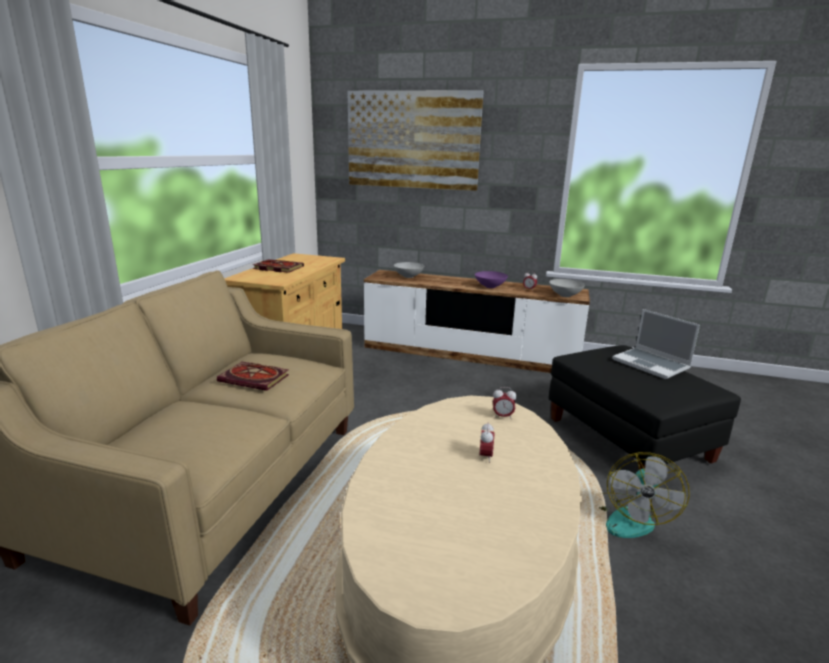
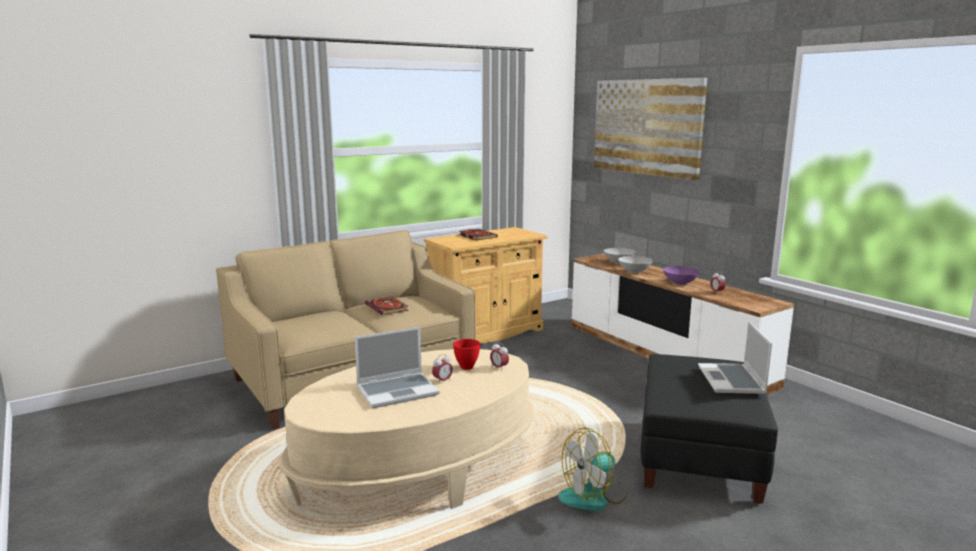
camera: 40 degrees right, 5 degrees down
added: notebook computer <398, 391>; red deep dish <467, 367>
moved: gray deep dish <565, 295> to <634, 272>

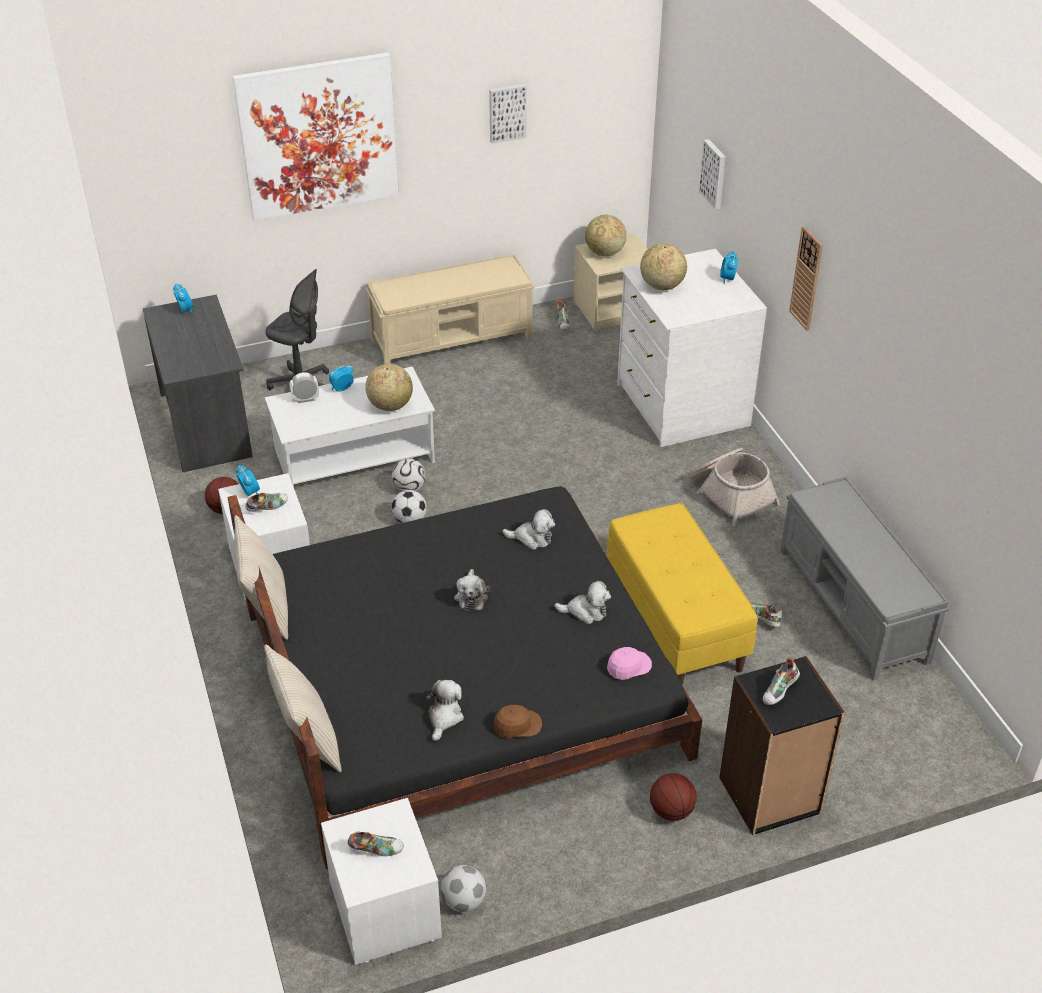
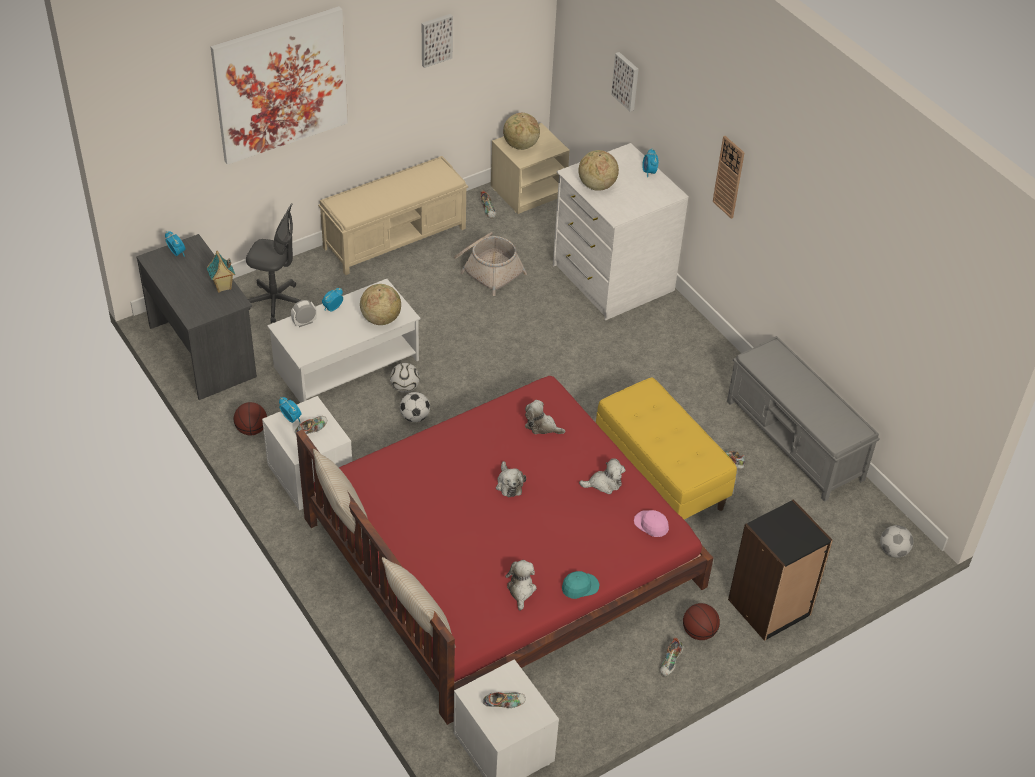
camera: 15 degrees left, 5 degrees up
added: miniature house <222, 287>
moved: storage basket <731, 493> to <487, 269>; item of footwear <780, 692> to <671, 663>; ball for football <463, 901> to <893, 551>
recoloured: blackish bed <460, 681> to red bed <502, 553>; brownish baseball cap <517, 725> to turquoise-coloured baseball cap <579, 587>
turned: cuddly toy <532, 538> = <542, 426> 150 degrees counterclockwise; pink-coloured baseball cap <628, 666> = <651, 525> 90 degrees counterclockwise

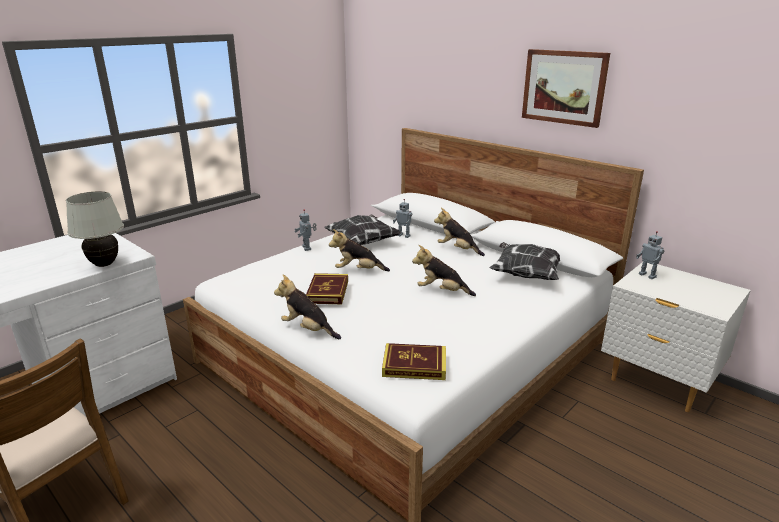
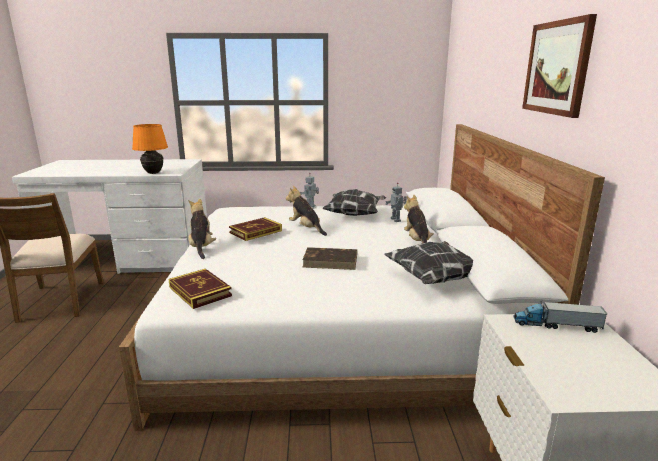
camera: 45 degrees right, 5 degrees down
replaced: toy robot <648, 275> to toy lorry <556, 325>; cuddly toy <442, 291> to brownish book <331, 261>
recoloured: white table lamp <104, 264> to orange table lamp <153, 173>

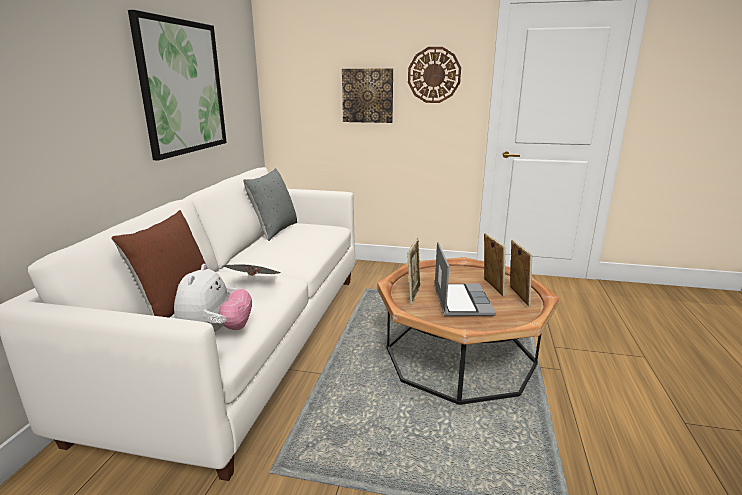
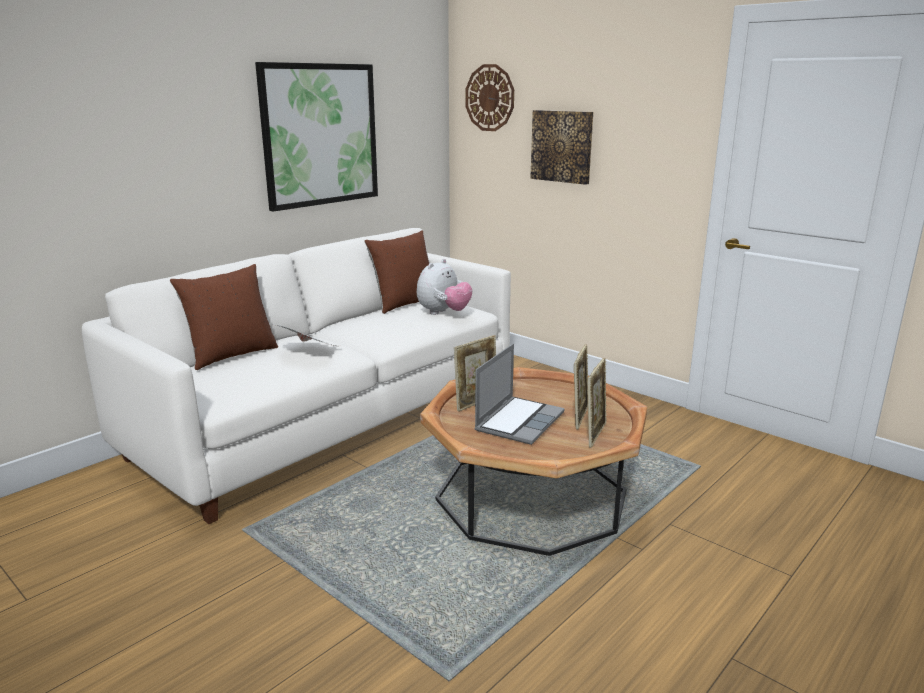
camera: 30 degrees right, 0 degrees up
moved: clock on the wall <434, 75> to <490, 98>; cuddly toy <216, 334> to <443, 313>
recoloured: gray throw pillow <274, 230> to brownish throw pillow <404, 304>

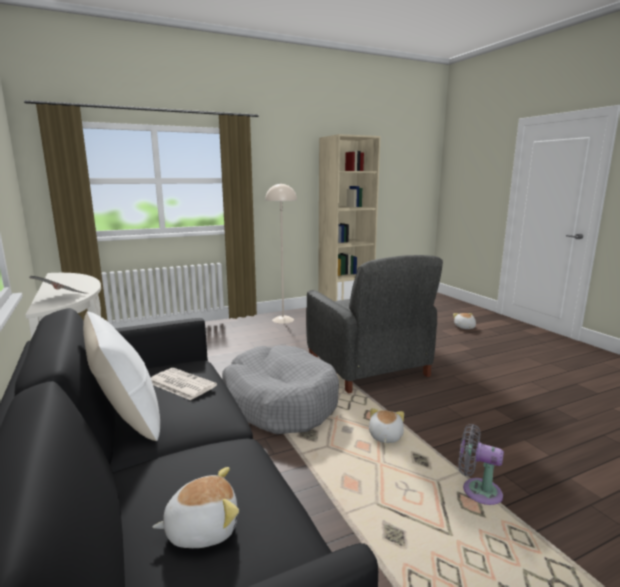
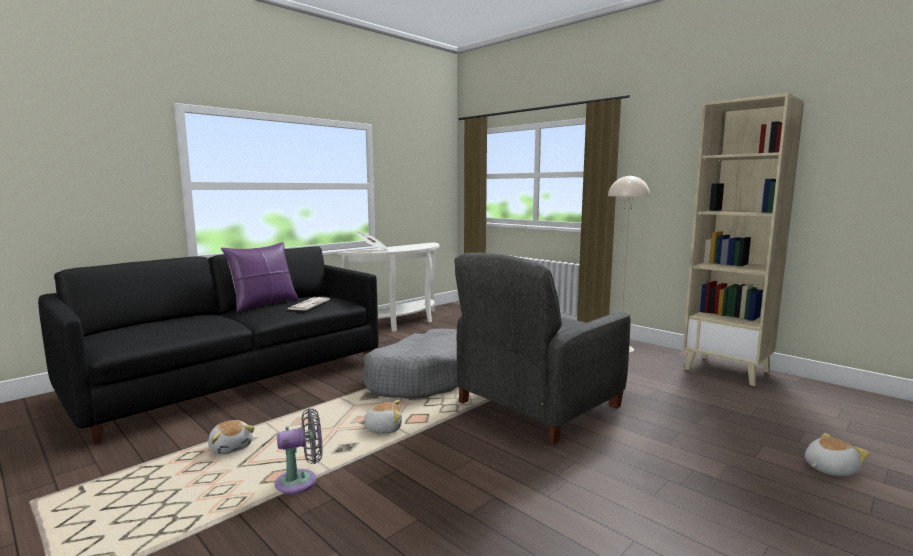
camera: 70 degrees right, 5 degrees down
moved: cuddly toy <202, 528> to <231, 447>
recoloured: white throw pillow <127, 418> to purple throw pillow <264, 304>
turned: gray cooling fan <477, 491> = <301, 481> 60 degrees clockwise

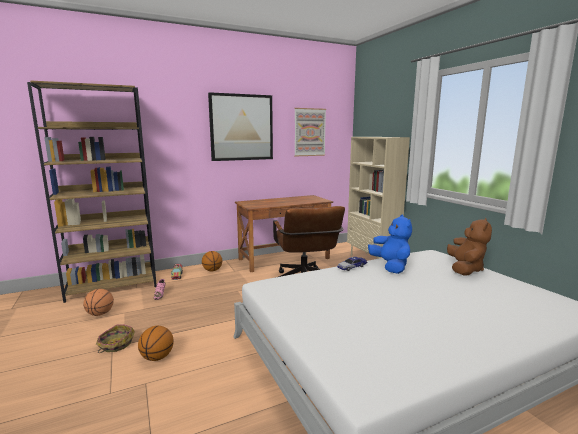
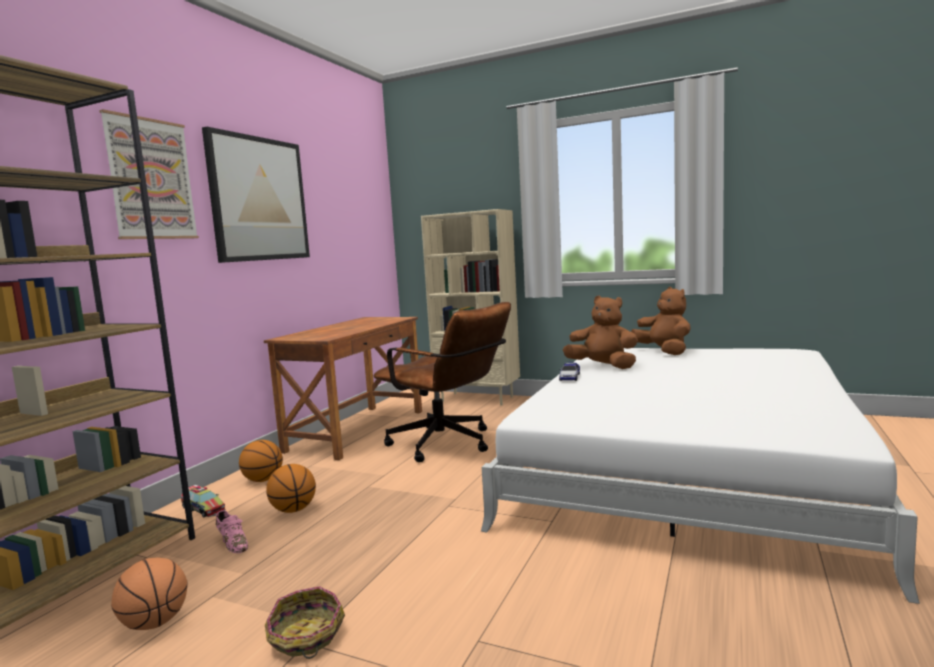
camera: 40 degrees left, 5 degrees down
moved: wall picture <309, 132> to <151, 179>; basketball ball <157, 357> to <294, 510>
recoloured: blue-coloured cuddly toy <390, 266> to brownish cuddly toy <603, 367>

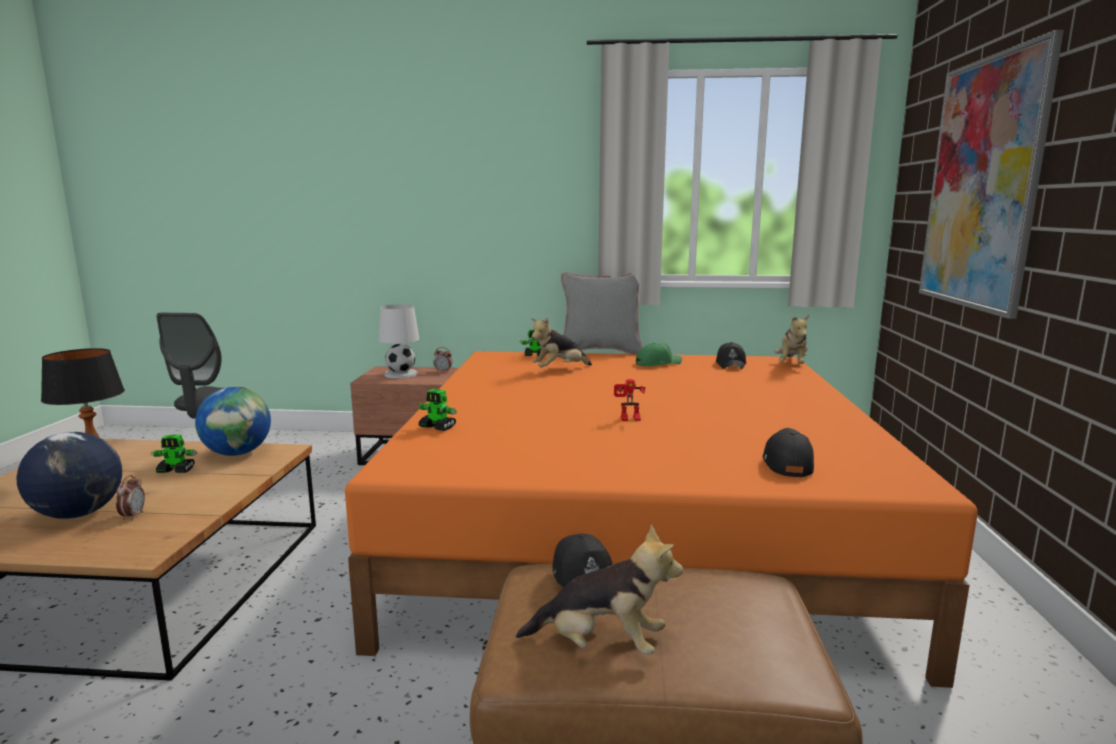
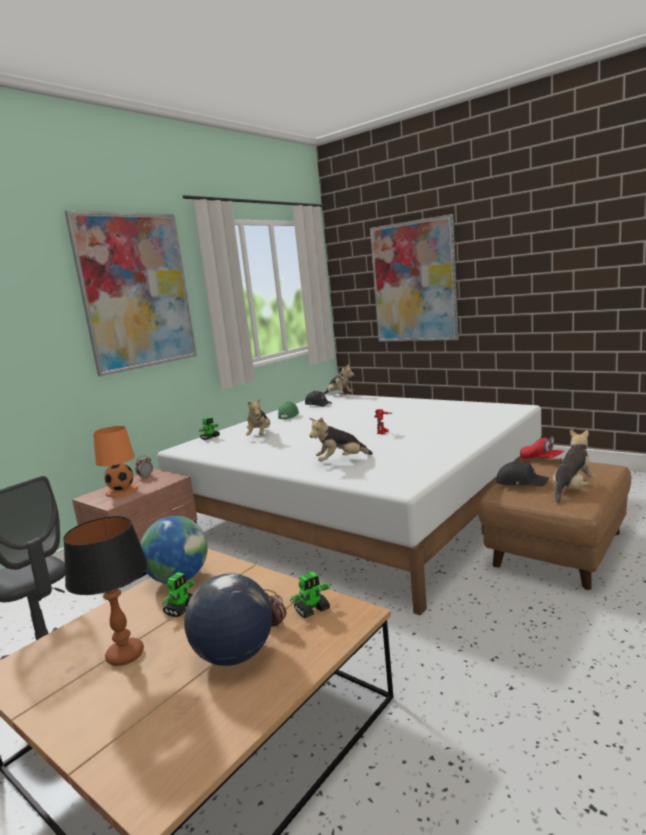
camera: 55 degrees left, 0 degrees up
removed: gray throw pillow <600, 351>; blackish baseball cap <787, 463>
added: wall picture <136, 291>; cuddly toy <340, 461>; red baseball cap <541, 459>
moved: toy robot <437, 427> to <312, 610>
recoloured: white table lamp <400, 374> to orange table lamp <121, 491>; orange bed <636, 526> to white bed <360, 507>

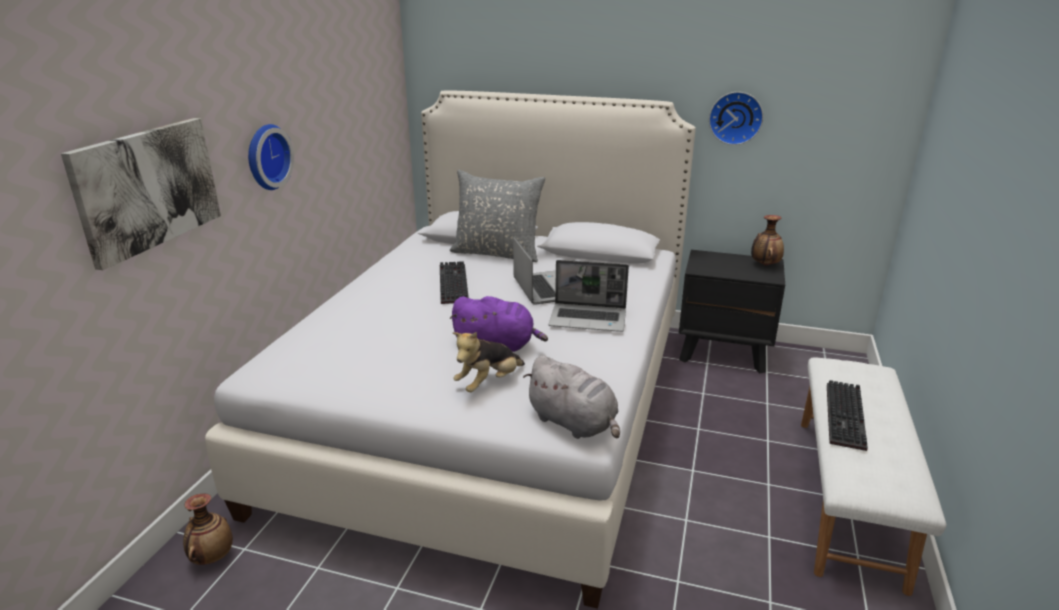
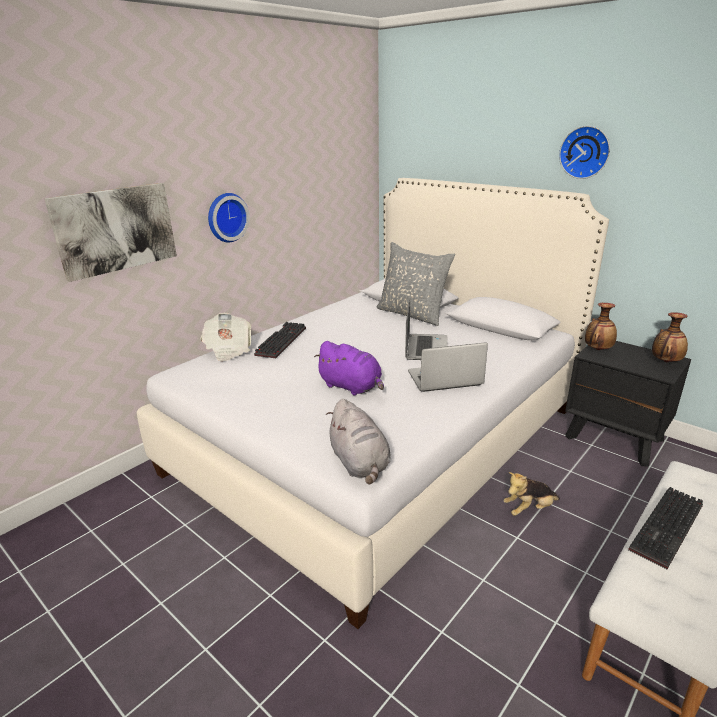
camera: 25 degrees right, 0 degrees up
added: daily paper <228, 349>
moved: clock on the wall <735, 117> to <585, 152>; PC keyboard <451, 284> to <280, 341>; cuddly toy <489, 383> to <529, 509>; decorative vase <212, 557> to <597, 349>
turned: notebook computer <589, 319> = <444, 379> 135 degrees clockwise

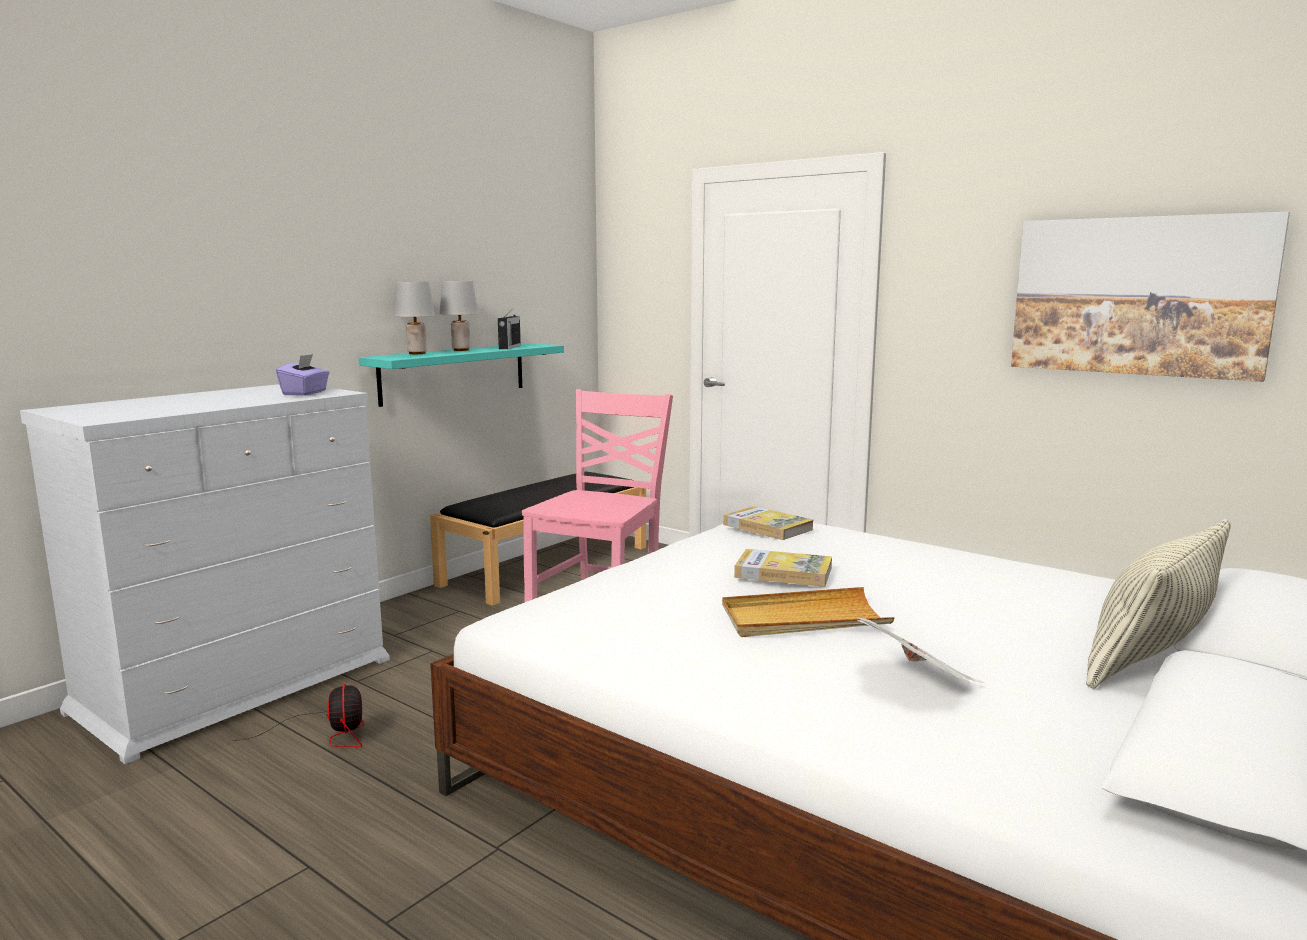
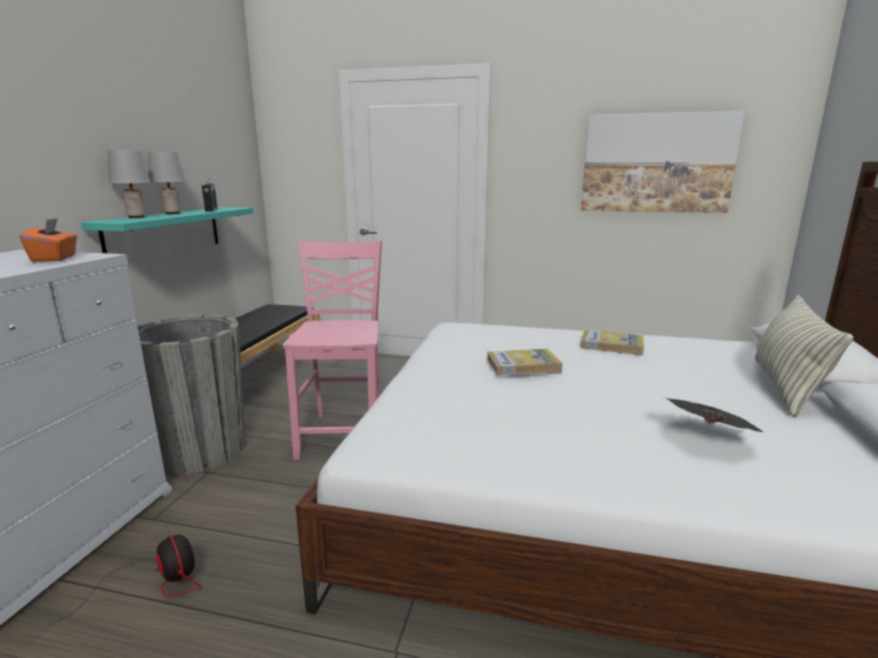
camera: 25 degrees left, 5 degrees up
removed: beige carrying tray <803, 619>
added: gray flower pot <203, 451>
moved: book <767, 527> to <611, 345>
recoloured: purple tissue holder <305, 393> to orange tissue holder <55, 258>

